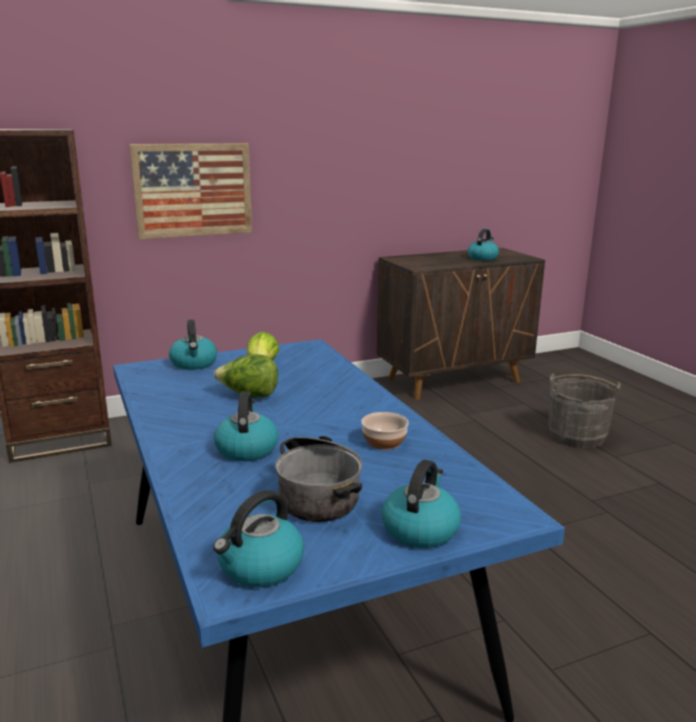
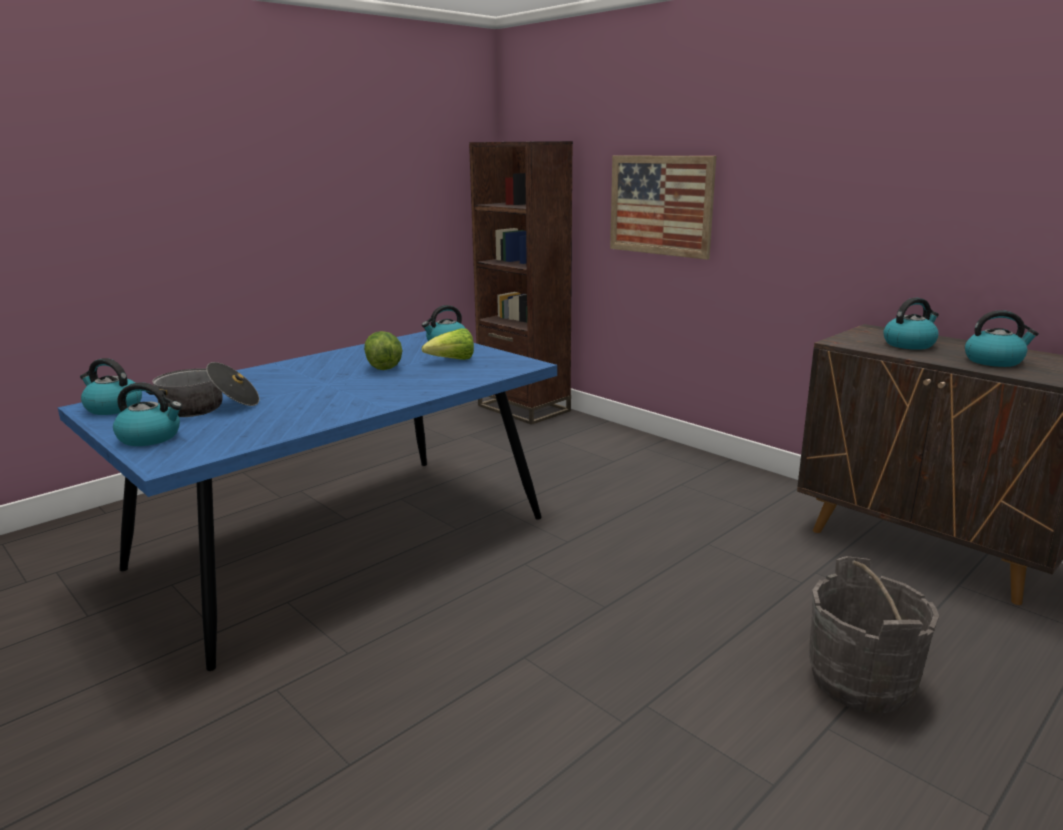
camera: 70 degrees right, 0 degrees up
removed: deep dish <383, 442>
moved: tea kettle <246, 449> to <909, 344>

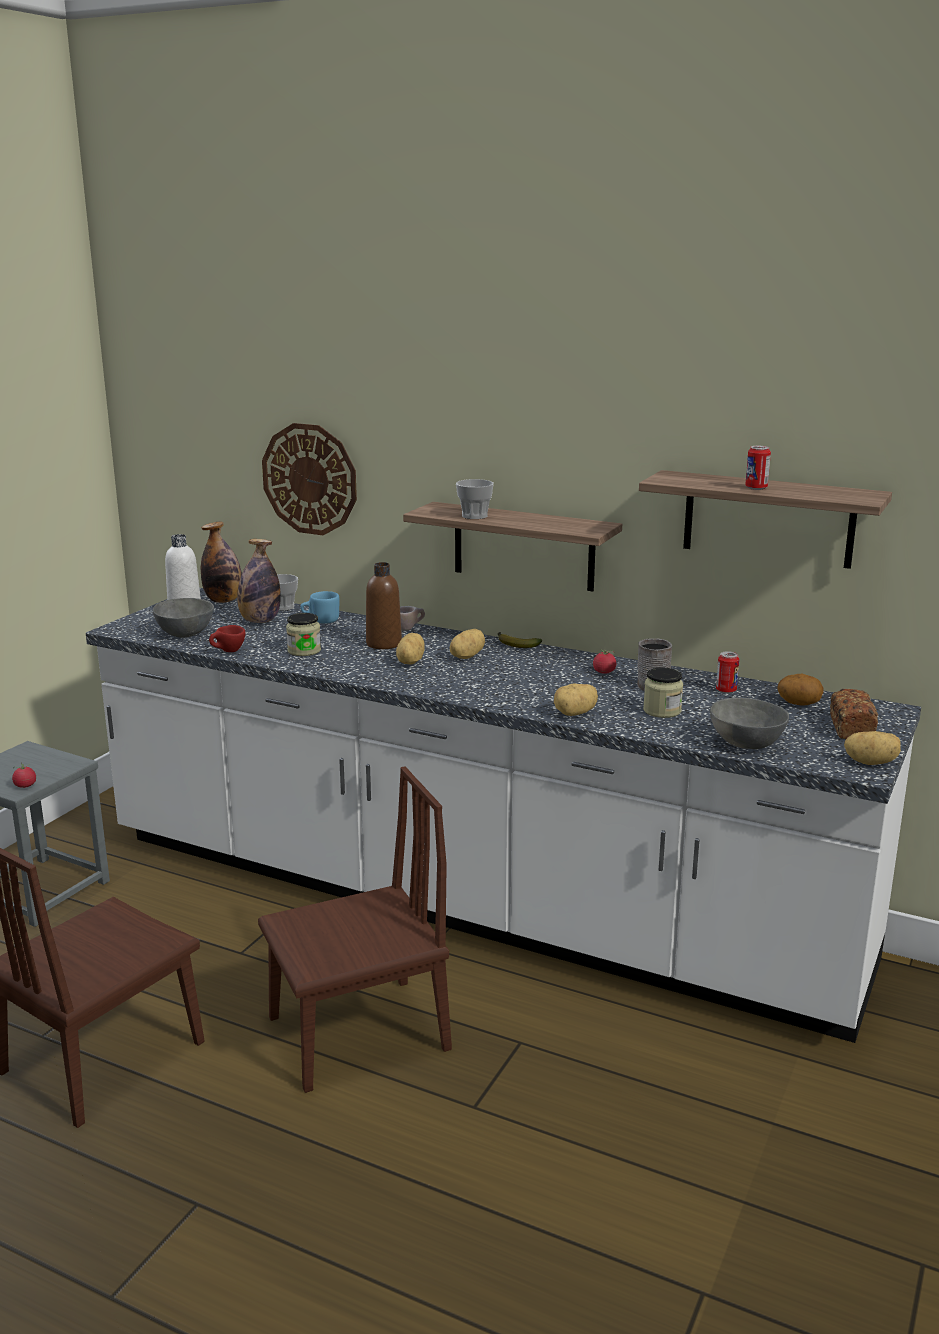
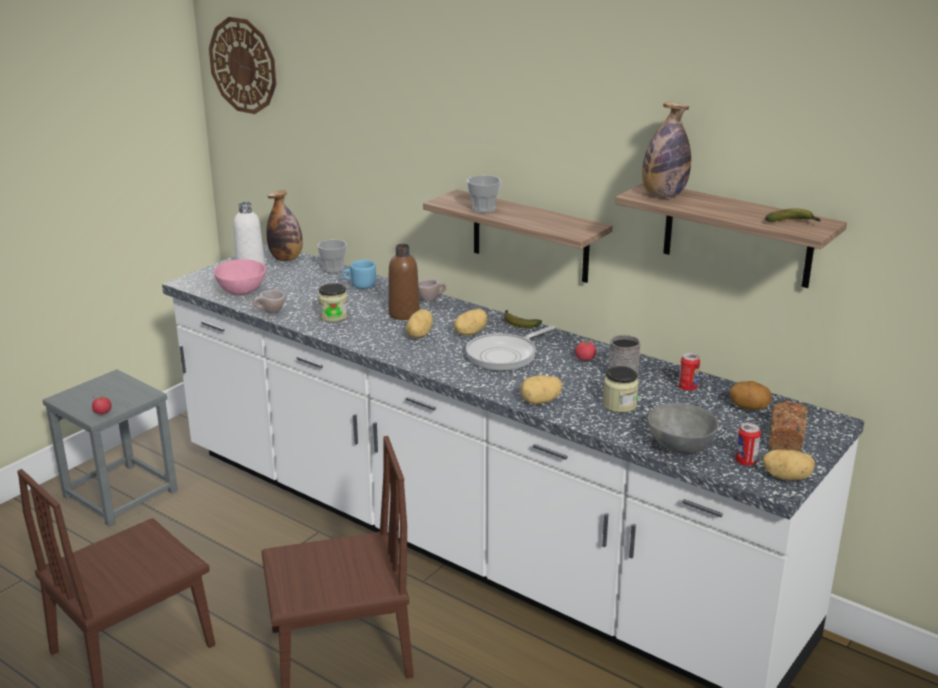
camera: 10 degrees right, 5 degrees up
added: whole banana <793, 223>; frying pan <505, 355>
moved: clock on the wall <310, 479> to <243, 65>; metal can <756, 488> to <745, 462>; bottle <260, 621> to <663, 195>
recoloured: gray deep dish <185, 633> to pink-coloured deep dish <242, 291>; red small cup <228, 652> to beige small cup <270, 313>

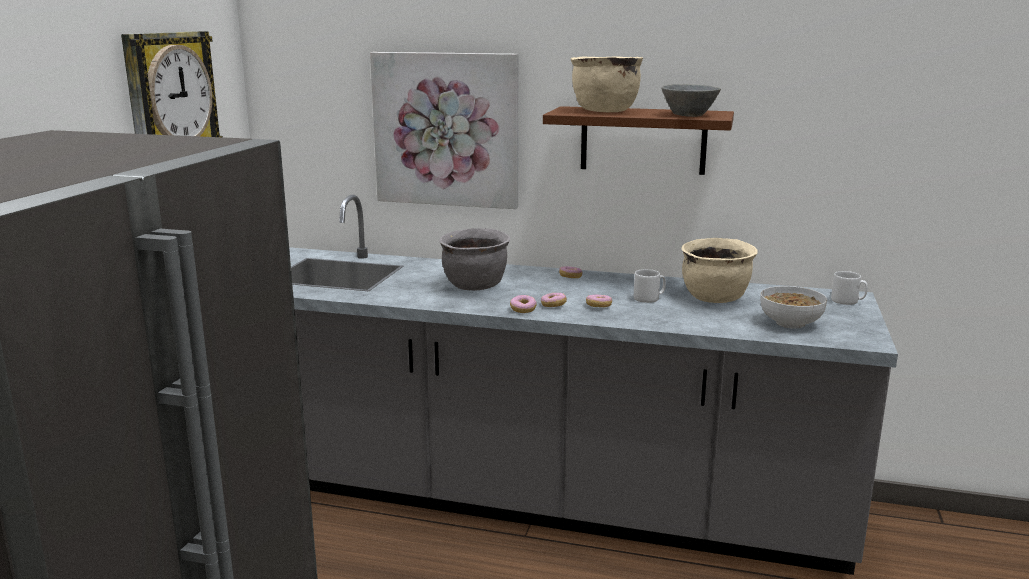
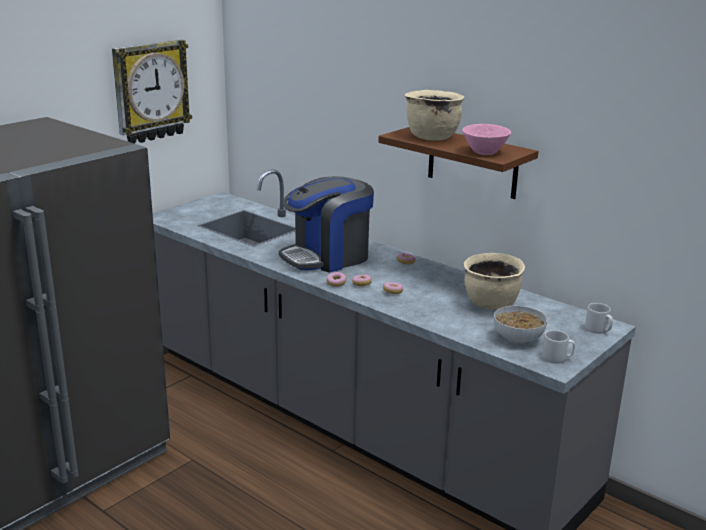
camera: 25 degrees right, 5 degrees up
removed: wall picture <446, 129>
moved: gray coffee mug <649, 298> to <557, 358>
replaced: gray stockpot <475, 286> to coffee brewer <327, 257>
recoloured: gray deep dish <687, 115> to pink-coloured deep dish <483, 152>

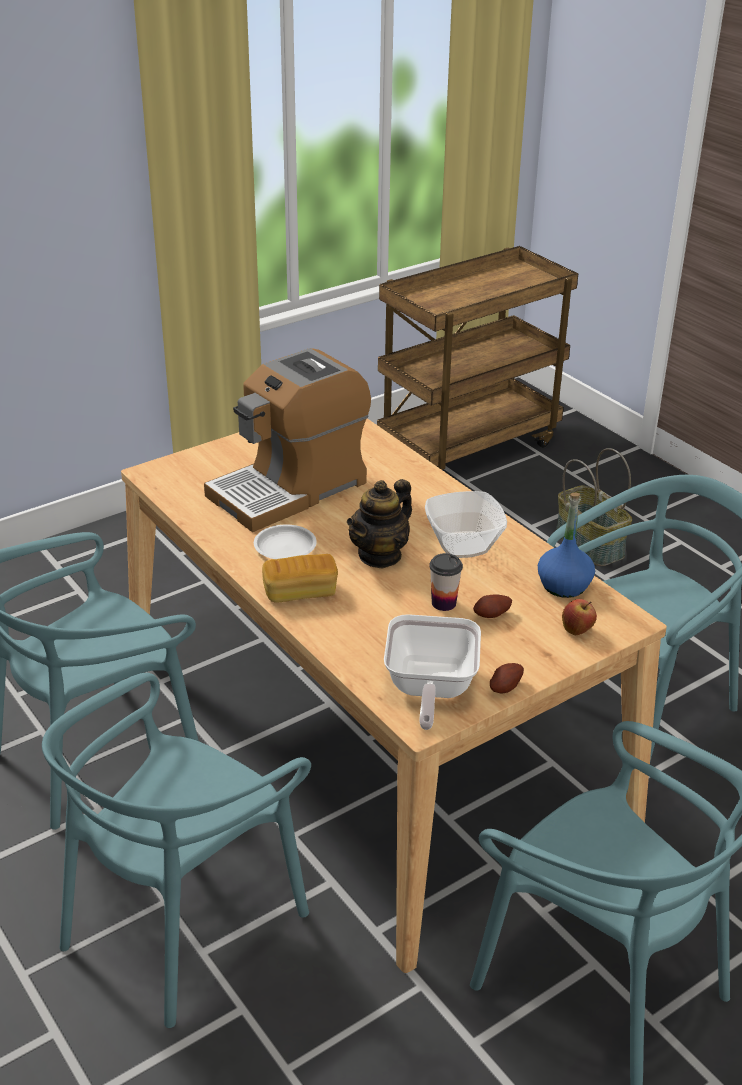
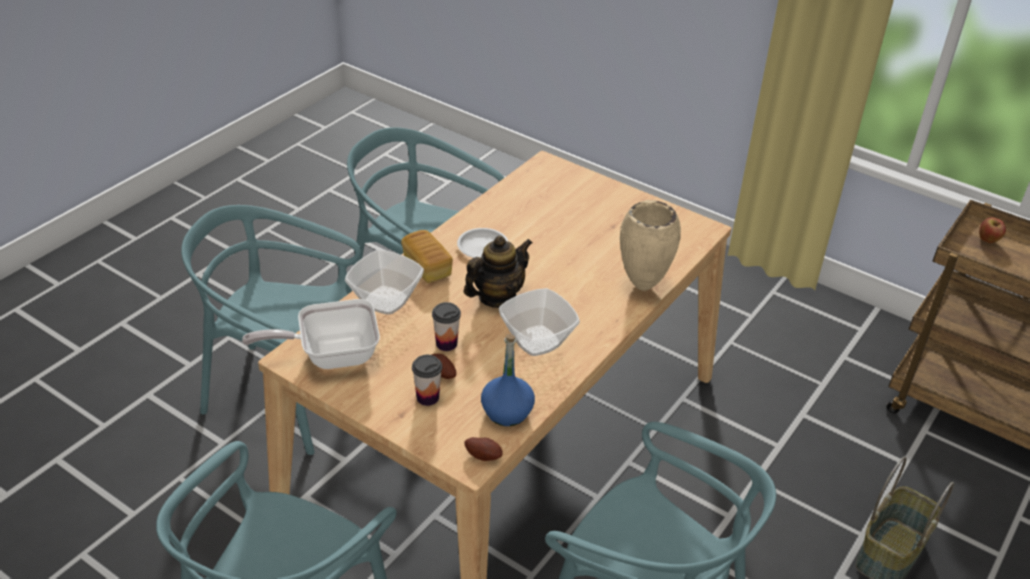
camera: 70 degrees right, 5 degrees up
removed: coffee brewer <290, 489>
added: beige decorative vase <641, 286>; deep dish <384, 300>; small cup <427, 397>
moved: apple fruit <577, 630> to <988, 240>; potato <504, 687> to <483, 455>
turned: teapot <380, 555> = <497, 297> 120 degrees clockwise

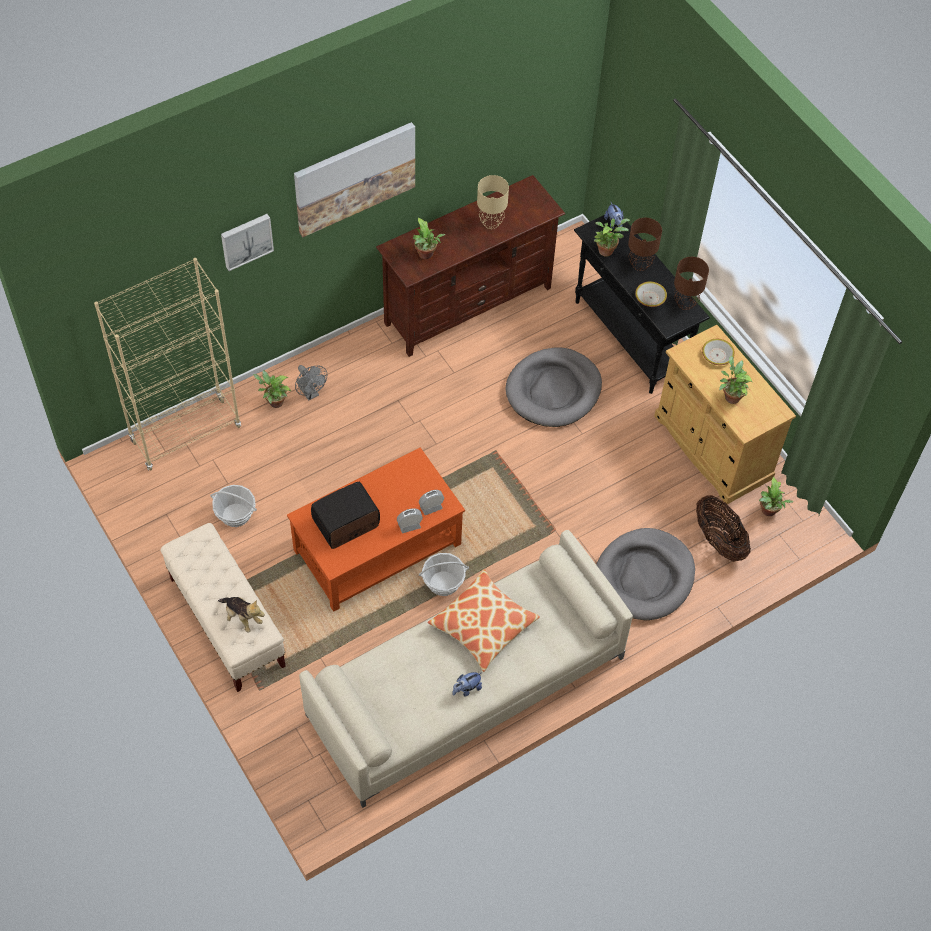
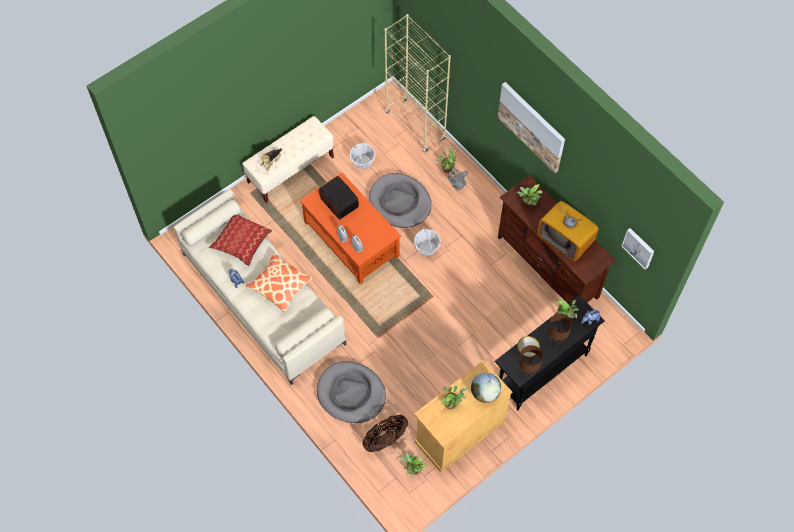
camera: 85 degrees right, 5 degrees up
added: throw pillow <241, 242>
moved: wall picture <246, 240> to <639, 247>; gray pet bed <553, 390> to <400, 202>; storage basket <443, 583> to <427, 247>
replaced: beige table lamp <491, 222> to TV set <565, 239>; deep dish <717, 355> to desk globe <485, 393>

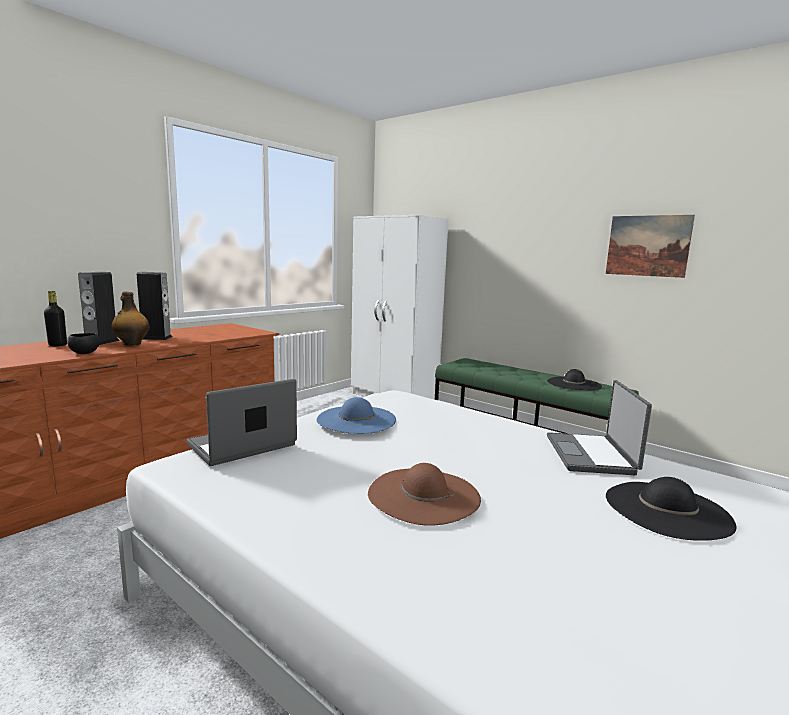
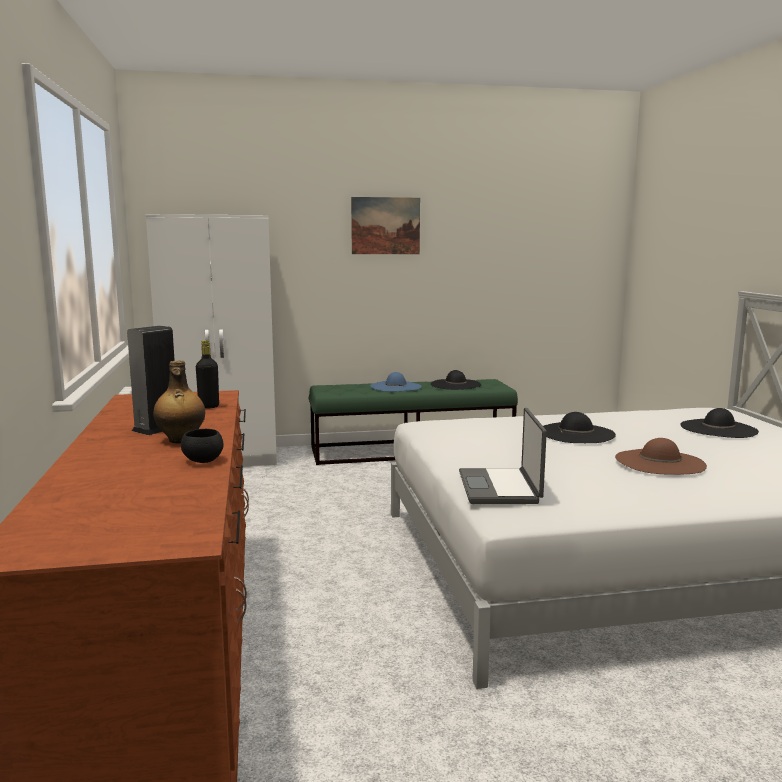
camera: 50 degrees left, 0 degrees up
removed: audio speaker <101, 342>; notebook computer <591, 455>
added: blackish wearable hat <576, 433>
moved: wall picture <647, 246> to <385, 226>; blackish bottle <57, 345> to <208, 407>; blue-coloured wearable hat <356, 419> to <395, 386>

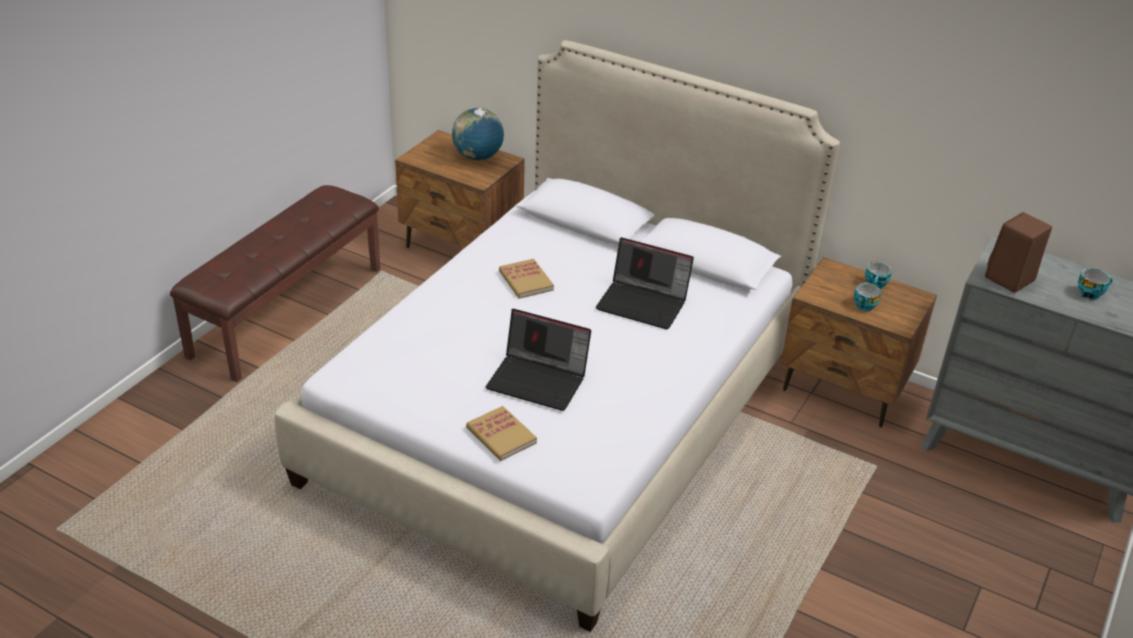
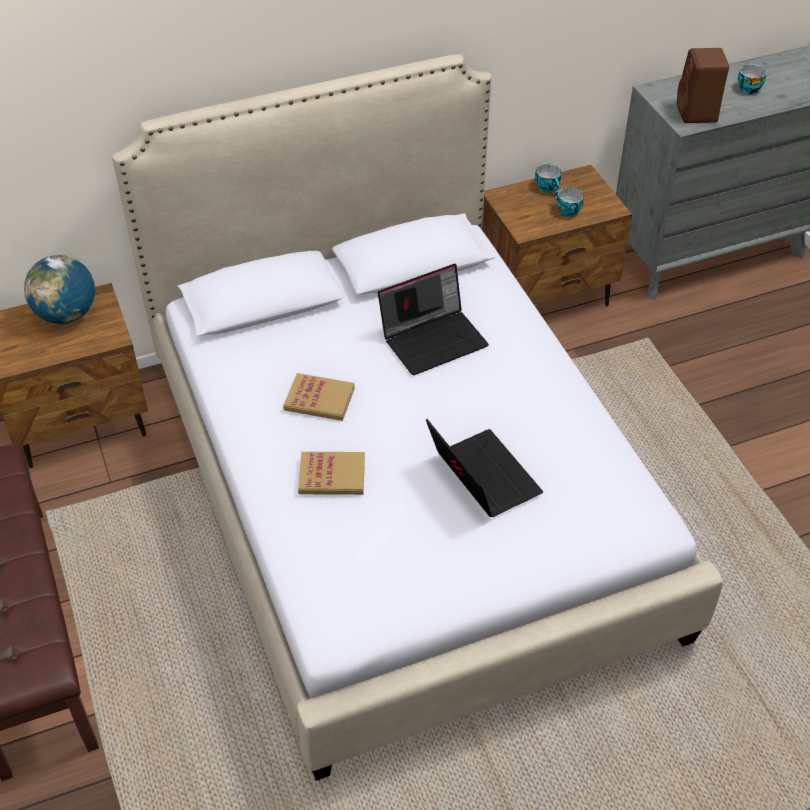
camera: 50 degrees left, 10 degrees up
moved: book <501, 435> to <332, 475>
turned: notebook computer <539, 380> = <481, 476> 90 degrees counterclockwise

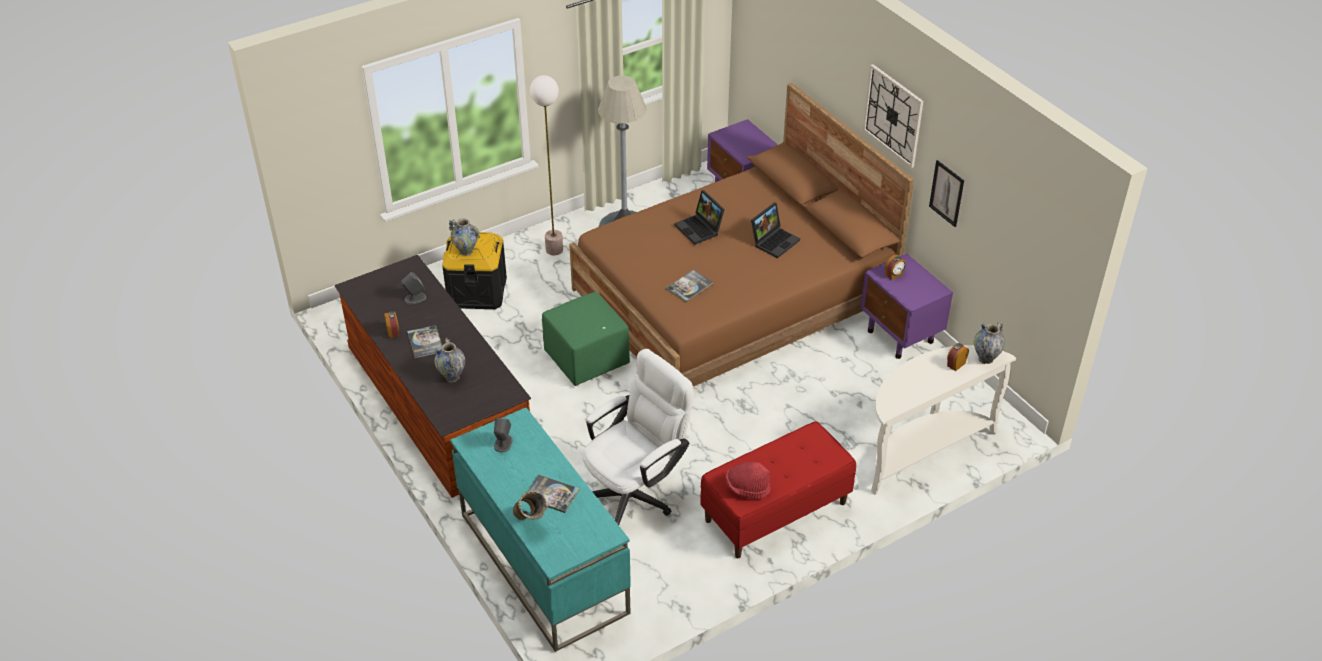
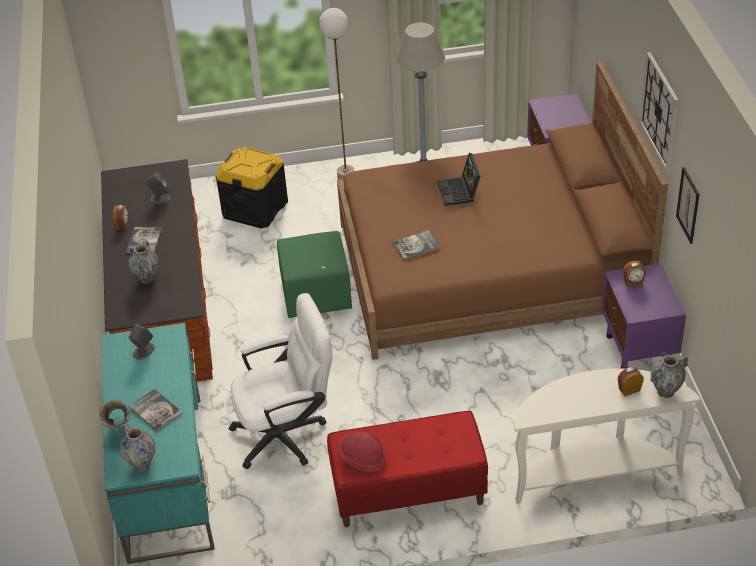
camera: 25 degrees right, 0 degrees up
removed: notebook computer <774, 241>
moved: decorative vase <466, 251> to <142, 464>

